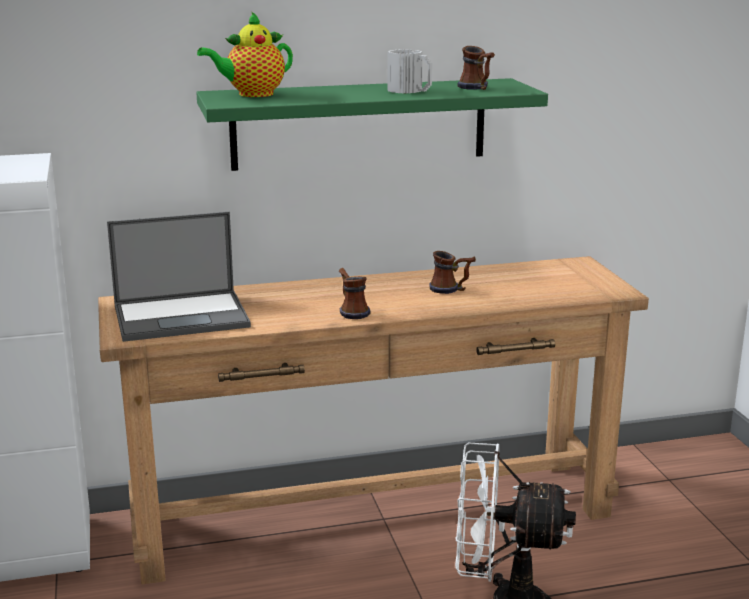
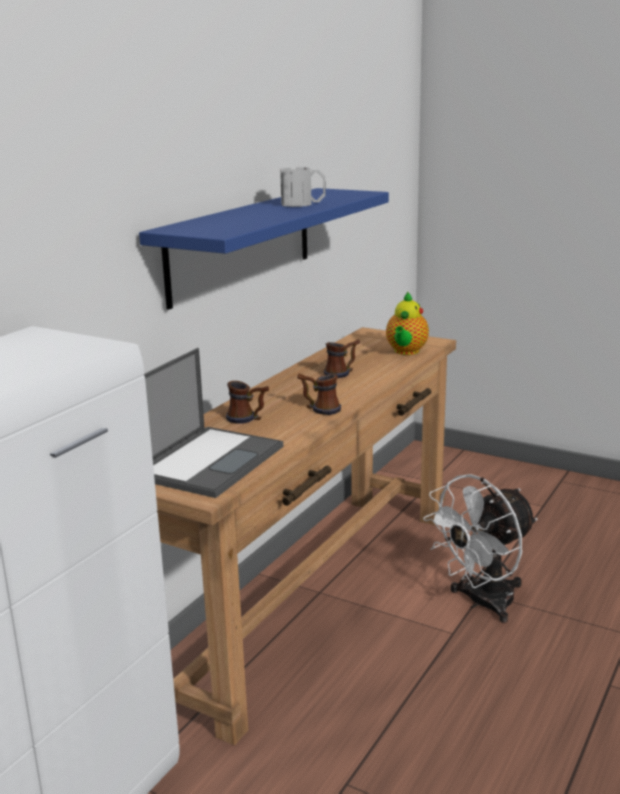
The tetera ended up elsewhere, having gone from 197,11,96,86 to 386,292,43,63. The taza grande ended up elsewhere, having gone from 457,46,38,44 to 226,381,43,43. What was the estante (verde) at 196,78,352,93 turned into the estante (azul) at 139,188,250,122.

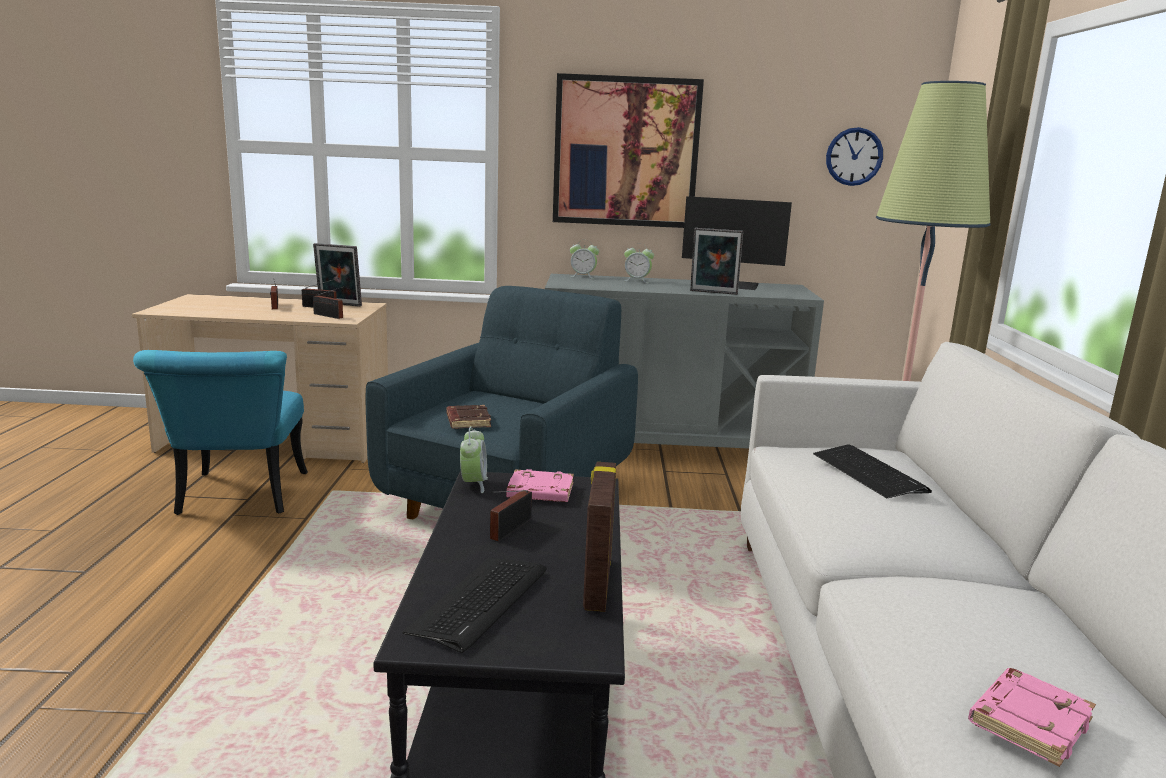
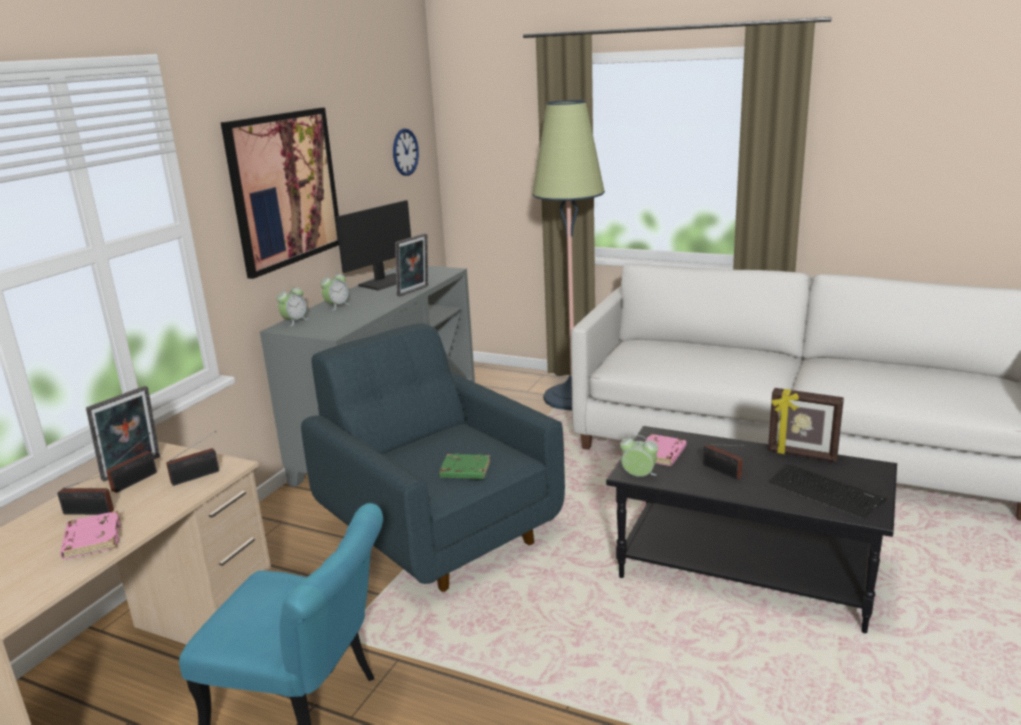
What was the libro (marrón) at 446,405,45,24 turned into the libro (verde) at 439,454,51,25. The second view lost the teclado at 813,444,119,54. The libro (rosa) ended up elsewhere, having gone from 968,668,128,99 to 60,511,61,48.

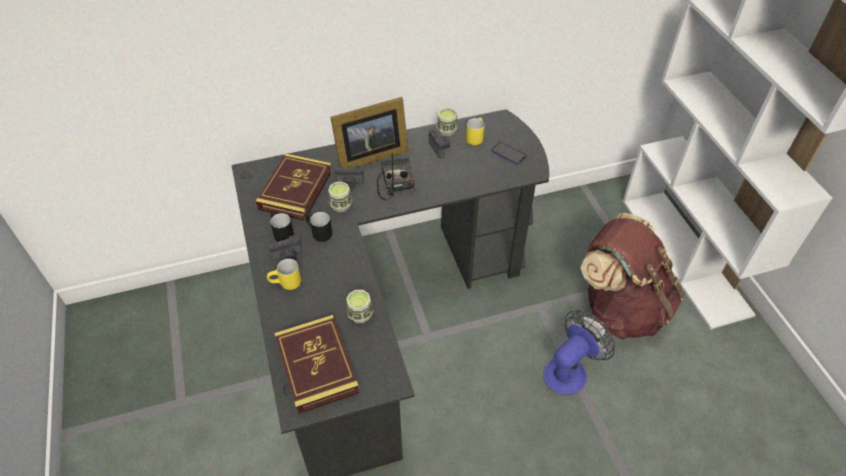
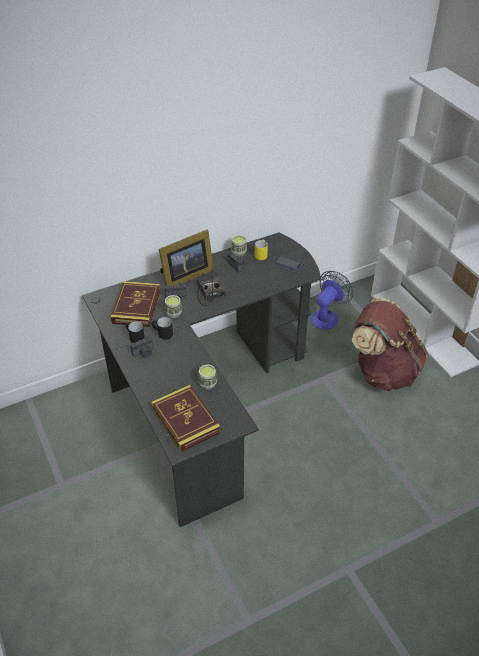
The second view lost the taza grande (amarillo) at 267,259,34,31. The ventilador ended up elsewhere, having gone from 543,310,72,85 to 311,271,42,59.

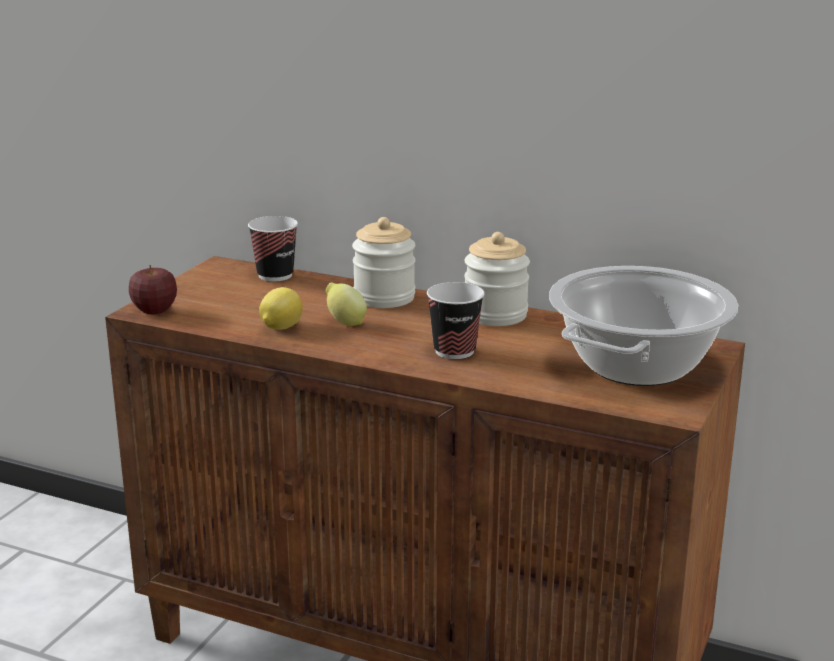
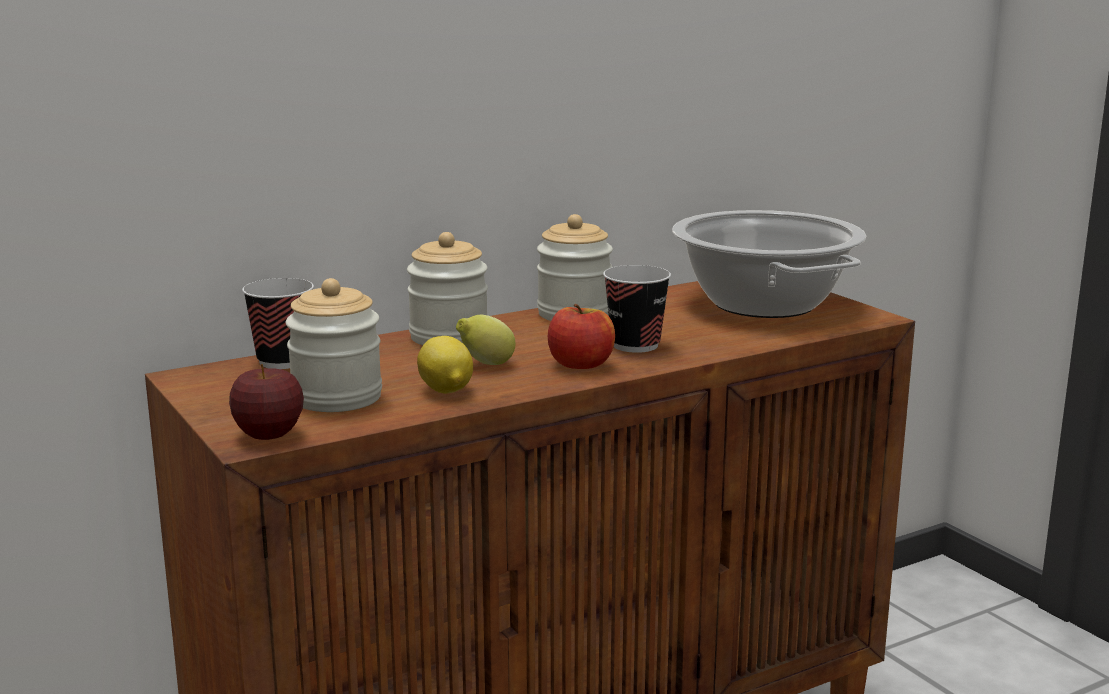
The second view gained the tarro at 286,278,96,134. The second view gained the manzana at 548,304,67,65.

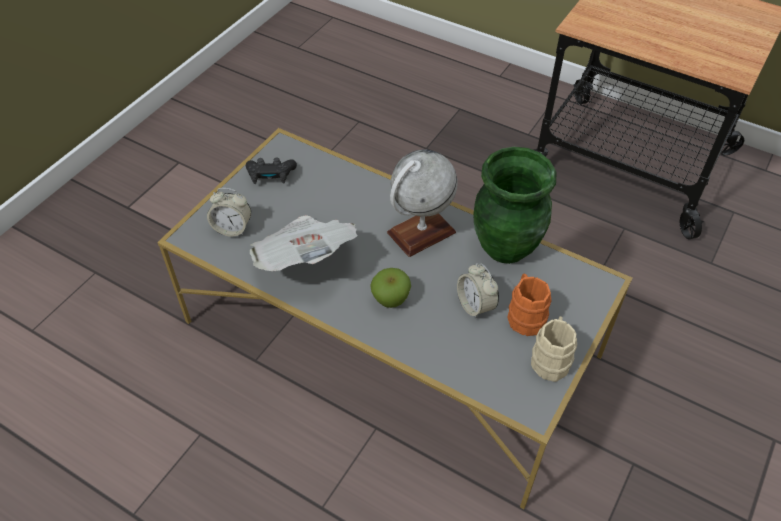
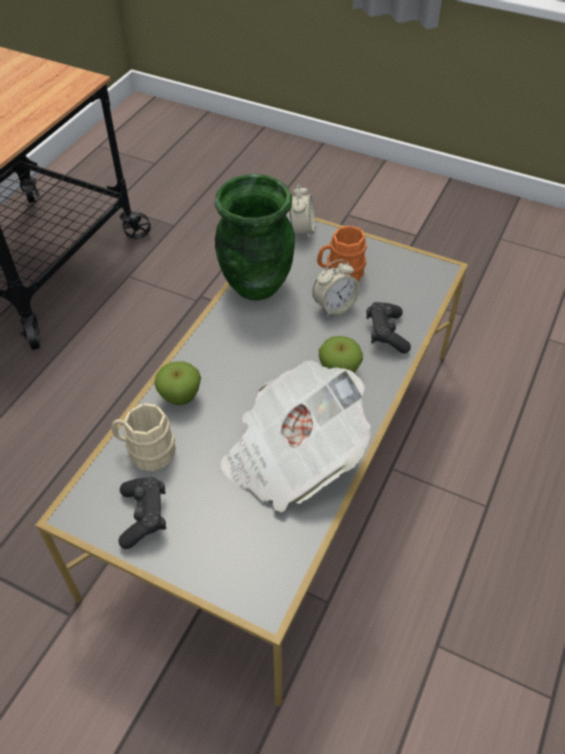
The second view lost the globo terráqueo at 387,150,71,107. The despertador ended up elsewhere, having gone from 207,188,44,49 to 290,184,25,55. The taza grande (beis) ended up elsewhere, having gone from 531,316,46,66 to 112,403,64,68. The second view gained the mando de consola (negro) at 366,302,45,52. The second view gained the manzana at 154,361,47,44.

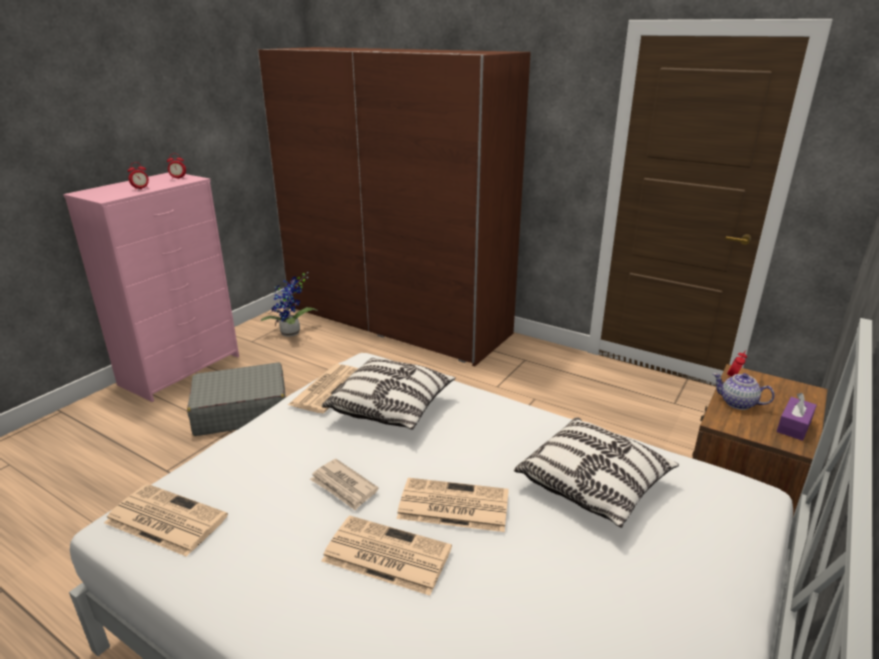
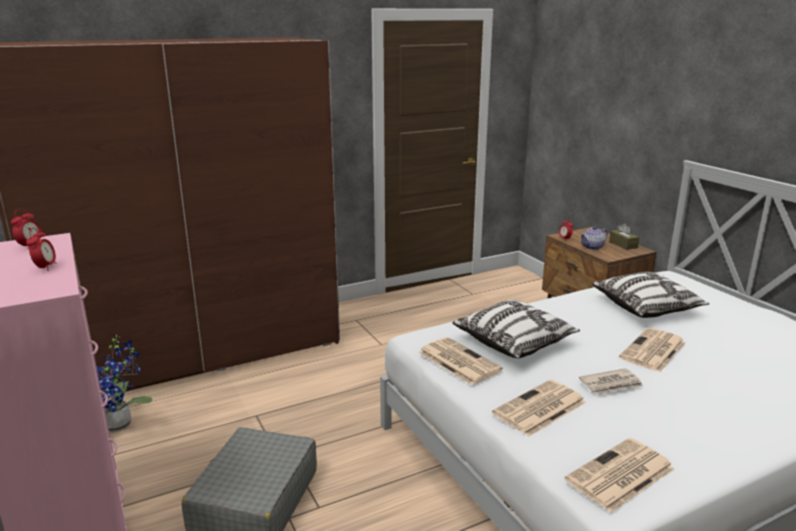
What was the caja de pañuelos (morado) at 776,393,41,48 turned into the caja de pañuelos (marrón) at 609,223,30,27. The periódico ended up elsewhere, having gone from 321,516,131,80 to 492,380,94,56.

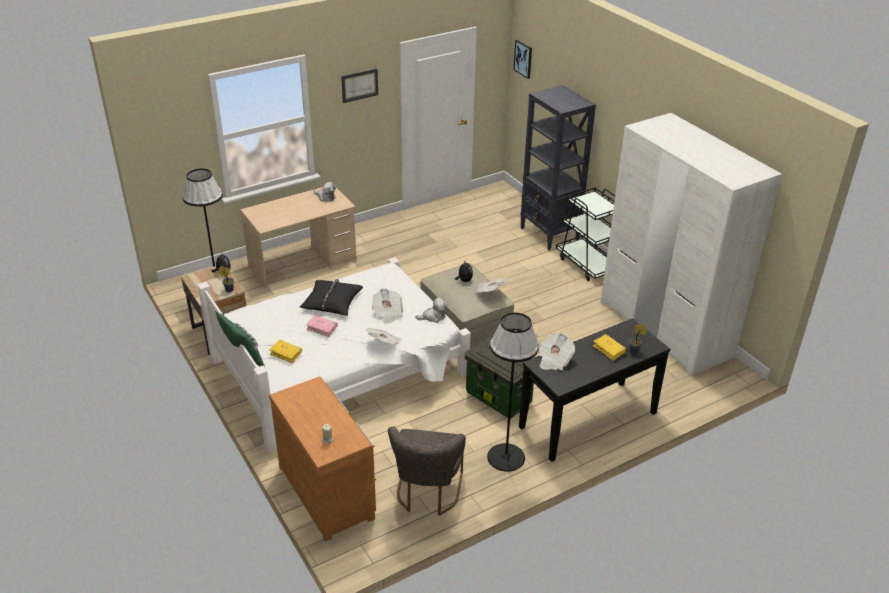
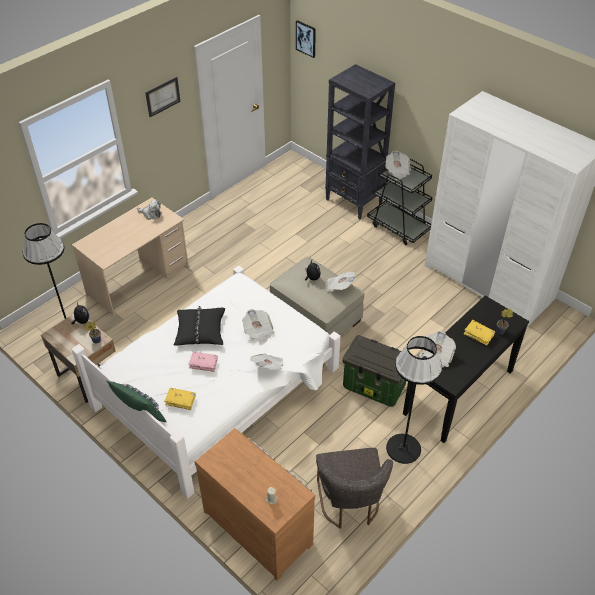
The second view lost the peluche at 415,297,32,26. The second view gained the periódico at 385,151,25,29.

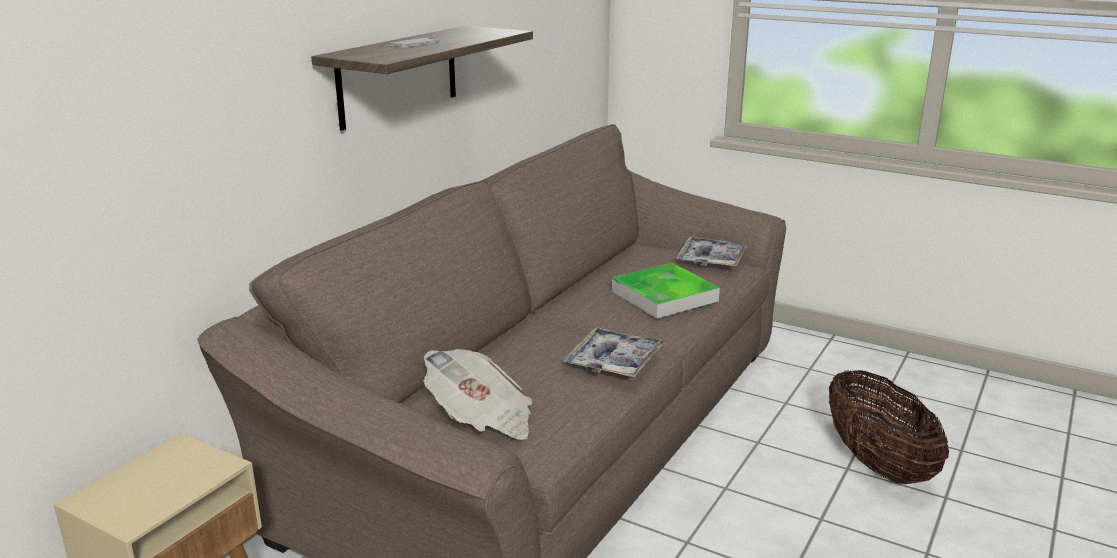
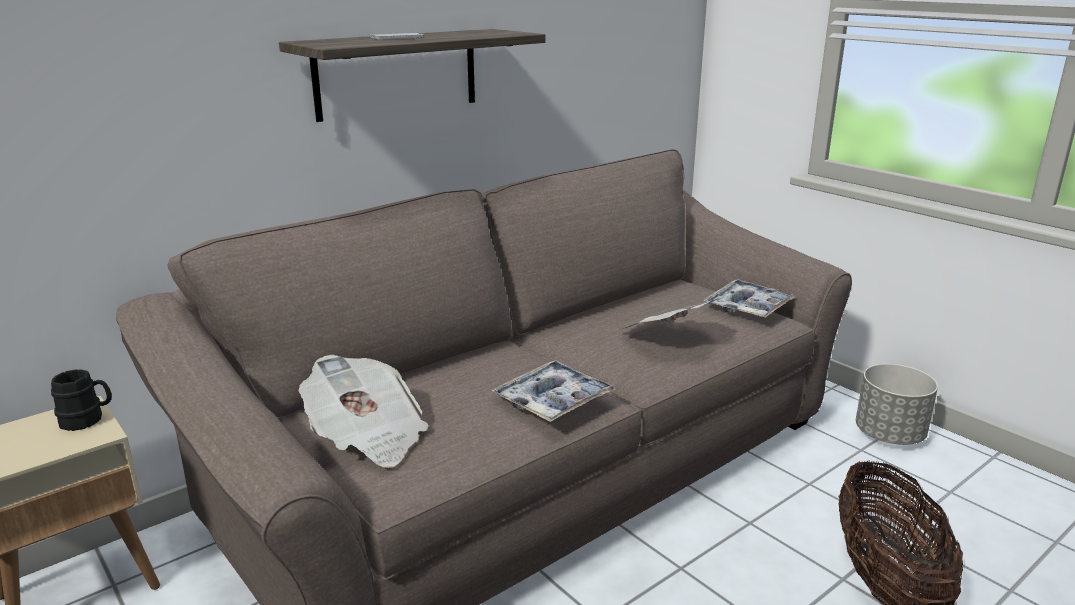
Where the bandeja stood at 612,263,108,56, the periódico came to stand at 619,299,99,31. The second view gained the maceta (gris) at 856,364,82,81. The second view gained the taza grande (negro) at 51,369,61,62.

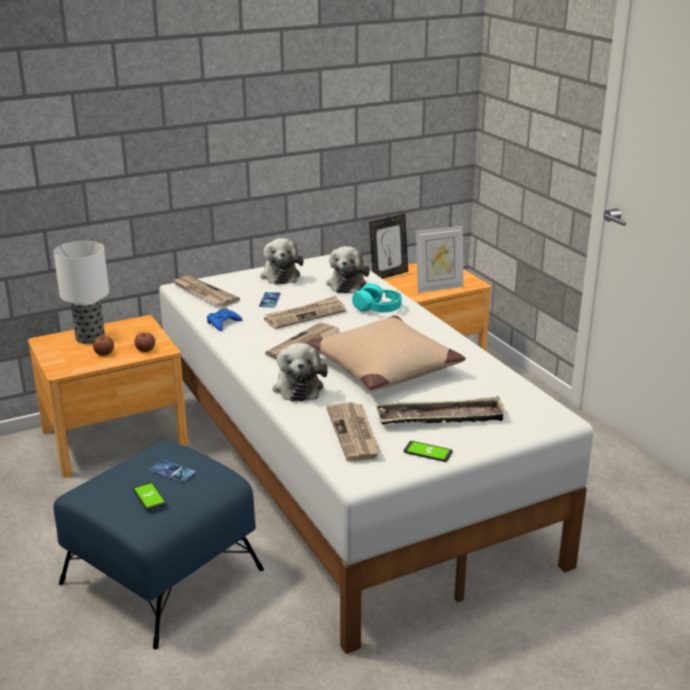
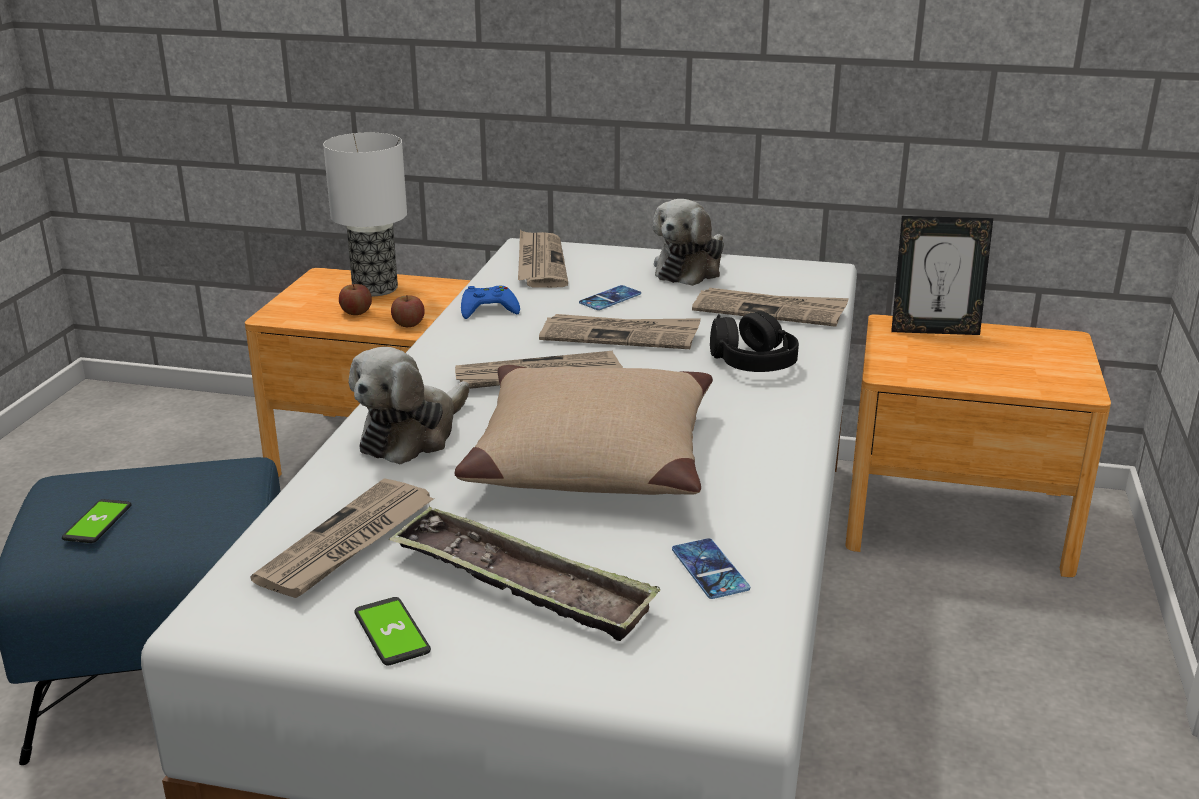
The second view lost the portarretratos at 416,226,48,67. Where the peluche stood at 326,246,44,47, the periódico came to stand at 692,288,157,39. What was the auriculares (turquesa) at 352,283,50,30 turned into the auriculares (negro) at 710,311,89,61. The móvil ended up elsewhere, having gone from 150,460,45,22 to 672,538,78,61.

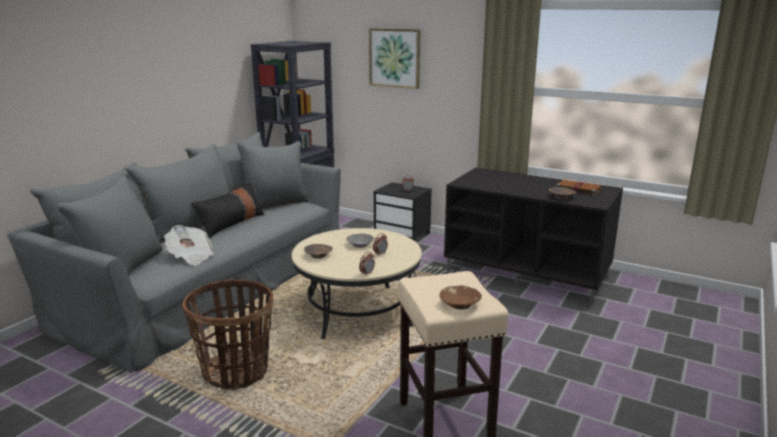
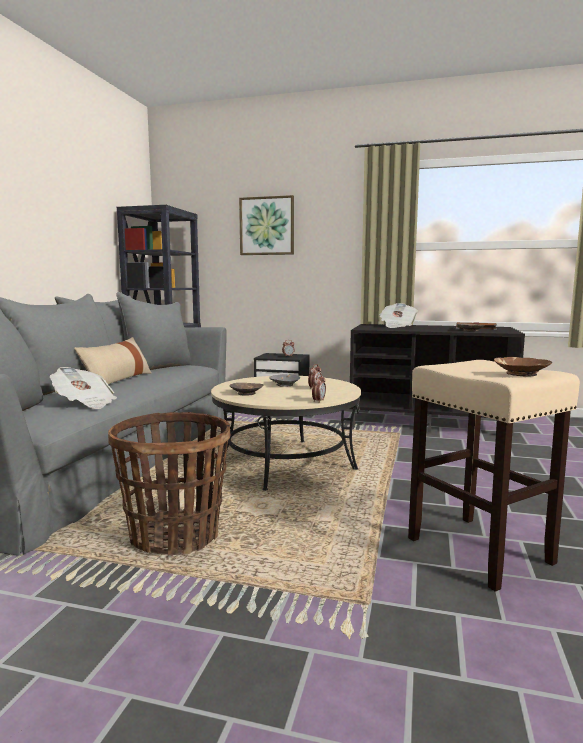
What was the cojín (negro) at 191,182,74,56 turned into the cojín (beis) at 74,337,78,47. The second view gained the periódico at 379,303,39,25.

